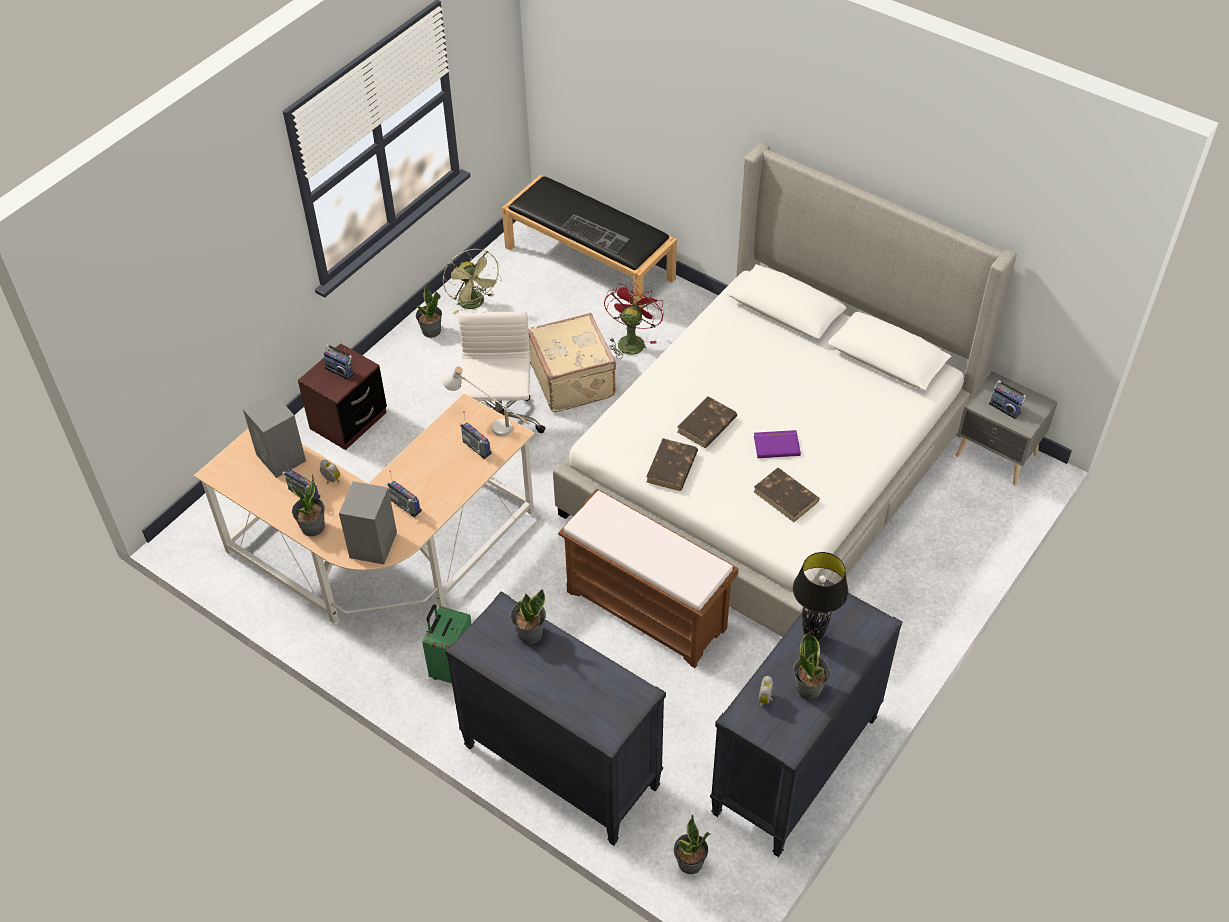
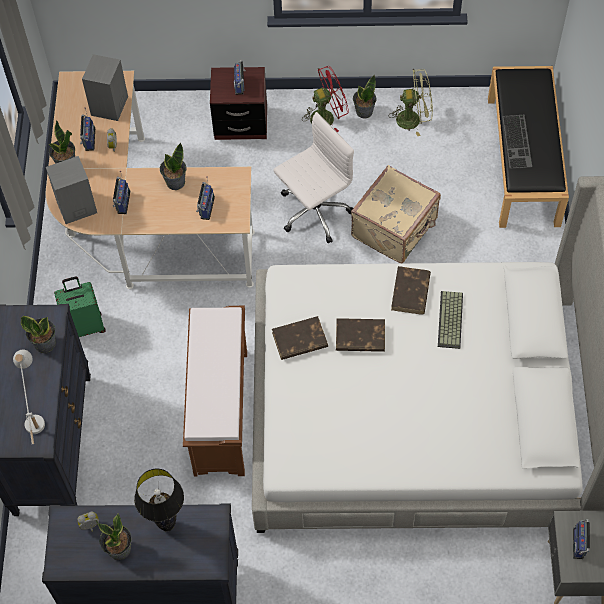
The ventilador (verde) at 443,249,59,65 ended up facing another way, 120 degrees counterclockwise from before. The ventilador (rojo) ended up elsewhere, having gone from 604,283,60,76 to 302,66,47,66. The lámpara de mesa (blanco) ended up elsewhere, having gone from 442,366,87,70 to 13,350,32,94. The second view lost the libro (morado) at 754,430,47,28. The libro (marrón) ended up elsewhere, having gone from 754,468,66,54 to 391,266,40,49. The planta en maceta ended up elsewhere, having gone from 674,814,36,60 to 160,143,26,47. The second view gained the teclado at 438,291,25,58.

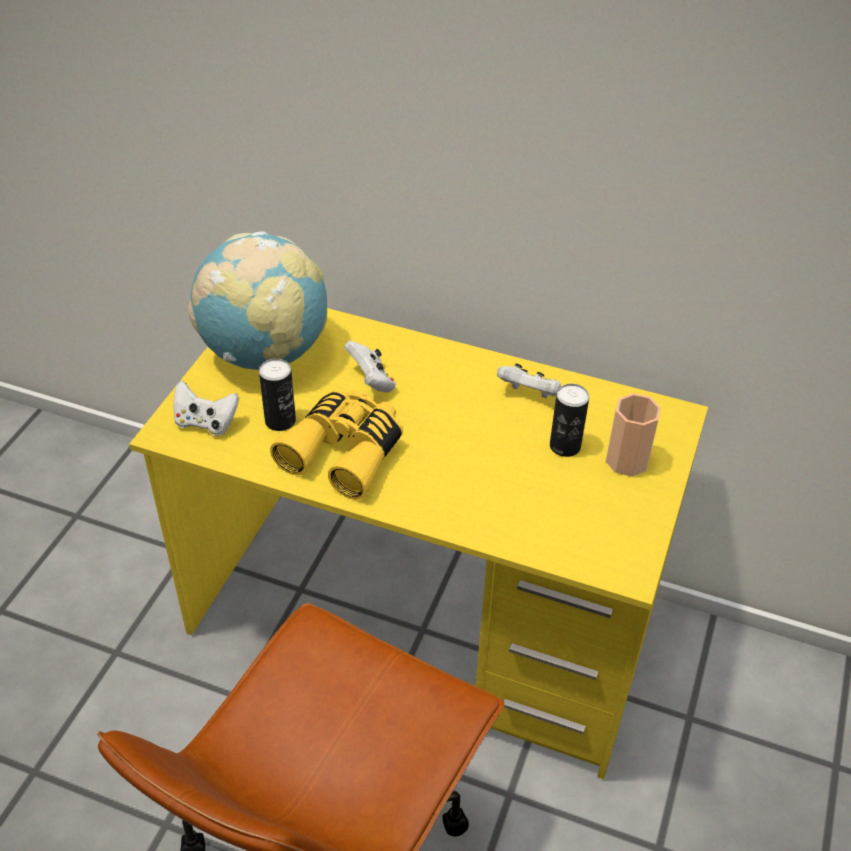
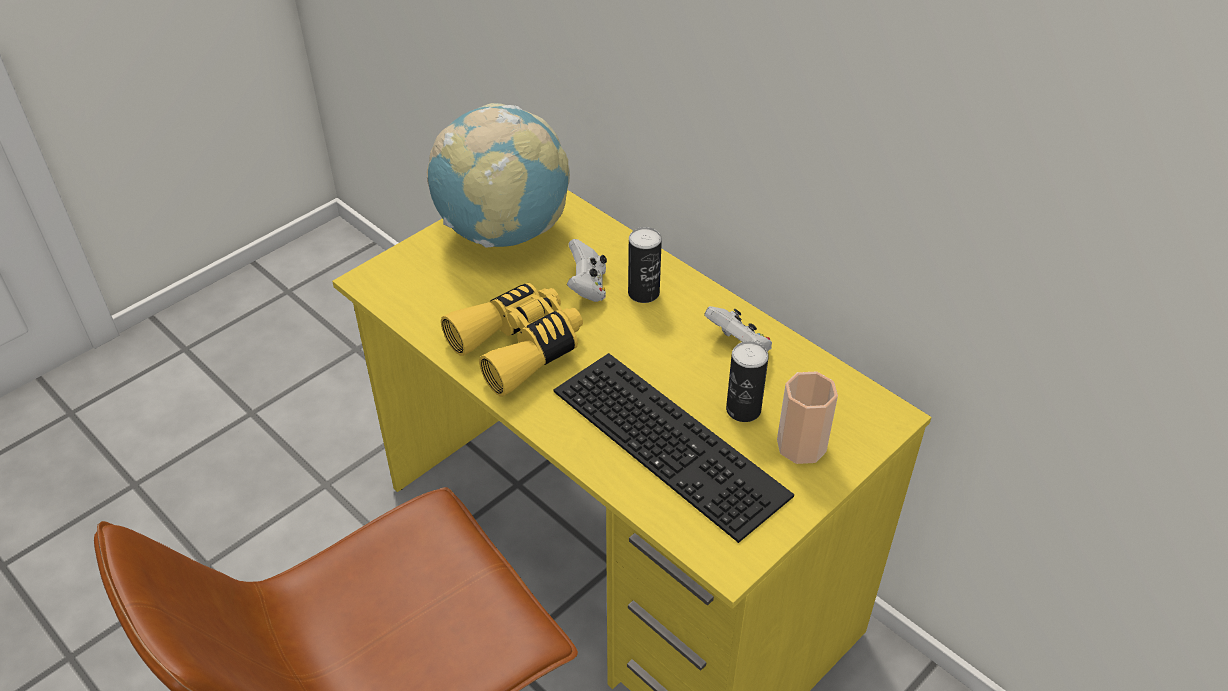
The lata ended up elsewhere, having gone from 259,358,37,73 to 628,227,34,76. The second view lost the mando de consola (blanco) at 173,381,66,55. The second view gained the teclado at 554,353,240,190.

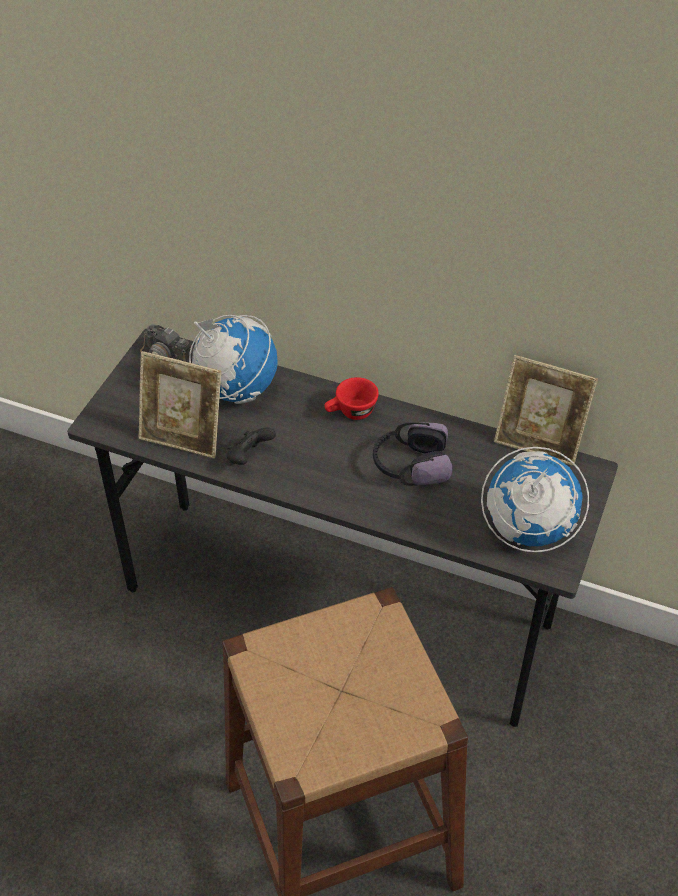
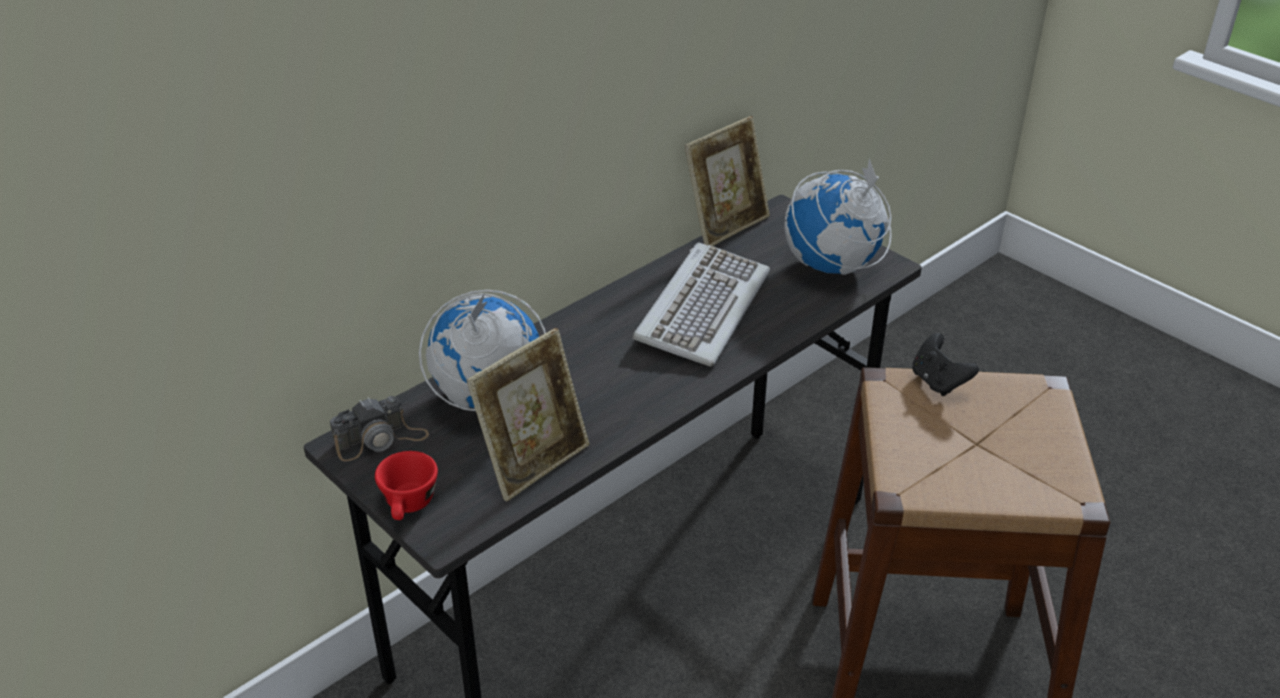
The taza (rojo) ended up elsewhere, having gone from 324,377,55,43 to 375,451,63,69. Where the auriculares stood at 373,422,79,64, the teclado came to stand at 632,242,138,125. The mando de consola (negro) ended up elsewhere, having gone from 227,428,49,37 to 912,333,67,63.

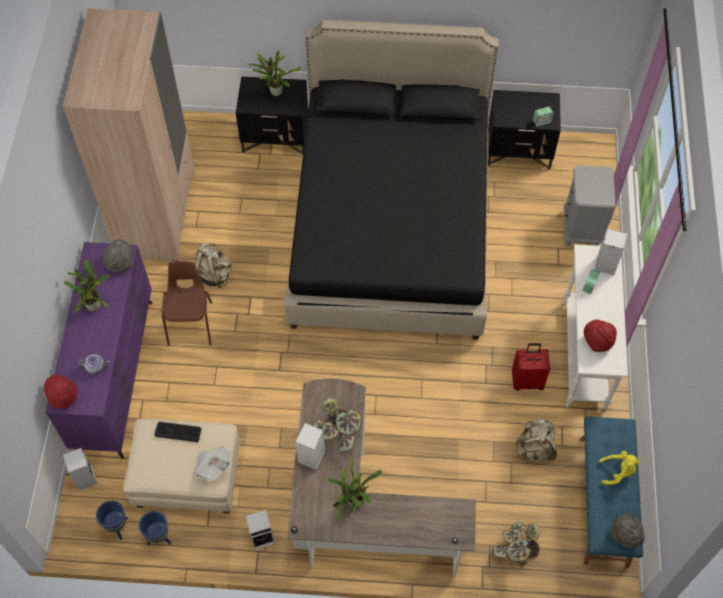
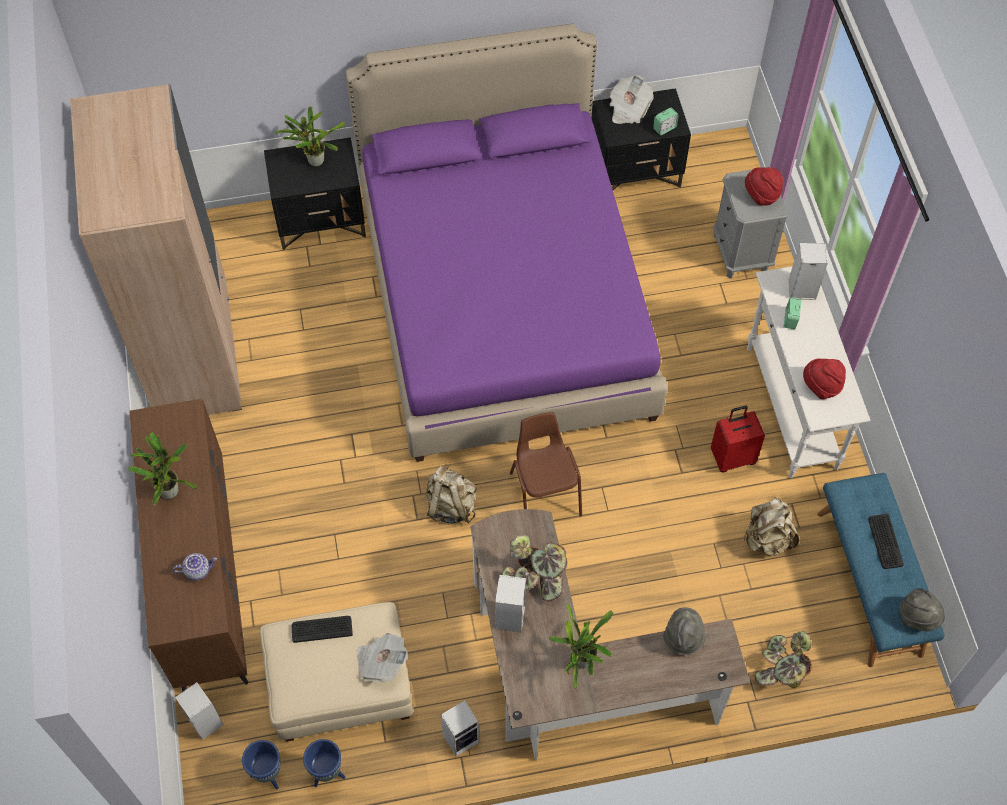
What was the cama (negro) at 284,19,215,321 turned into the cama (morado) at 346,24,322,438. The sombrero (gris) ended up elsewhere, having gone from 103,239,29,34 to 663,608,43,47. What was the cómoda (morado) at 45,242,108,217 turned into the cómoda (marrón) at 129,399,119,293. The mochila (beis) ended up elsewhere, having gone from 195,242,36,46 to 425,464,52,59. The silla (marrón) ended up elsewhere, having gone from 162,261,50,85 to 510,412,72,105. The sombrero (rojo) ended up elsewhere, having gone from 44,375,33,34 to 745,167,38,38. Where the peluche (amarillo) stood at 599,451,41,34, the teclado came to stand at 868,513,36,56. The second view gained the periódico at 610,75,44,49.

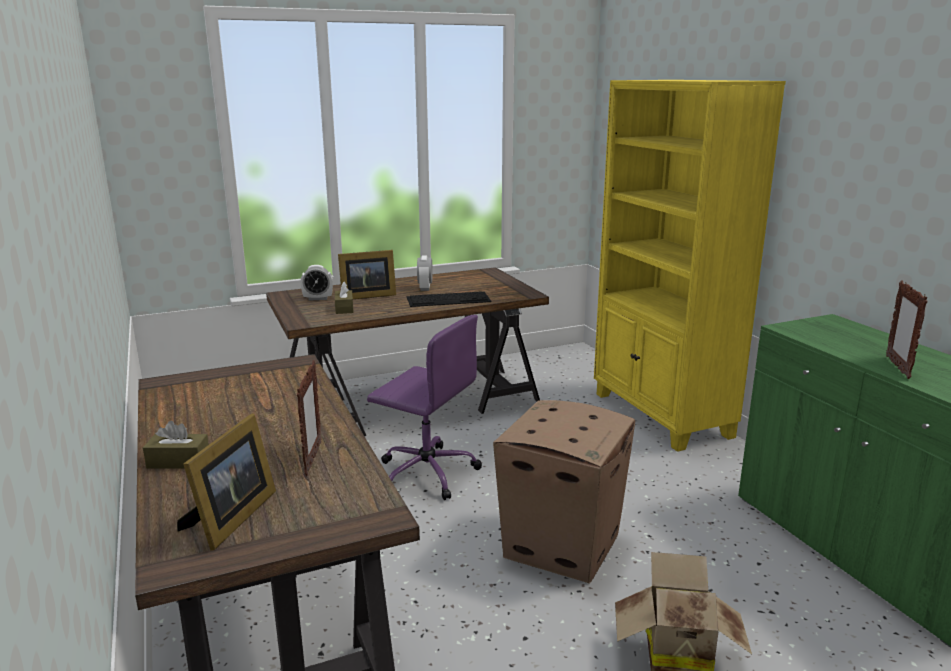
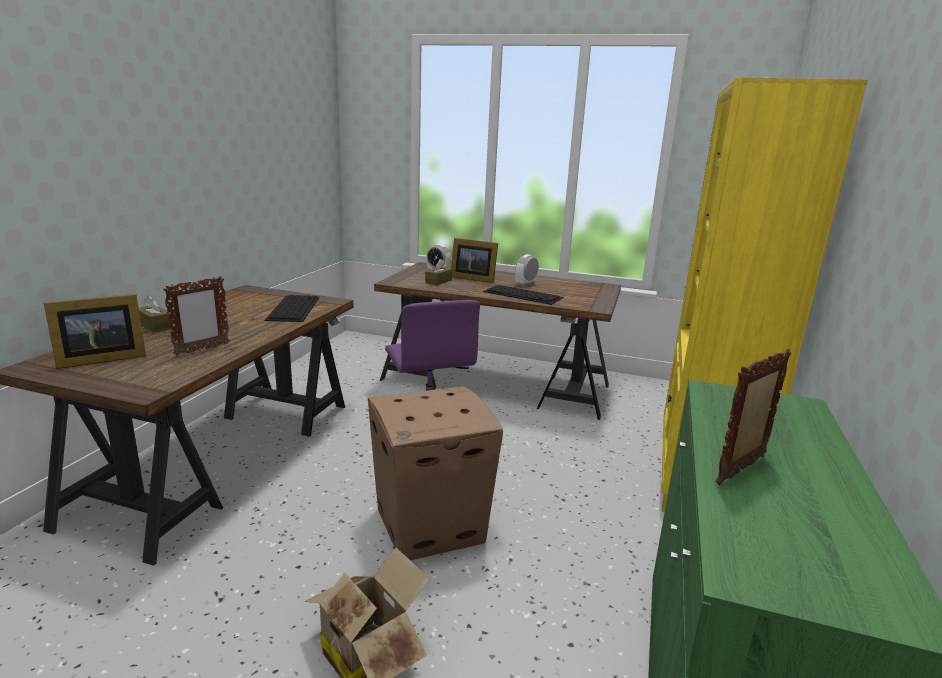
The second view gained the teclado at 264,295,56,27.

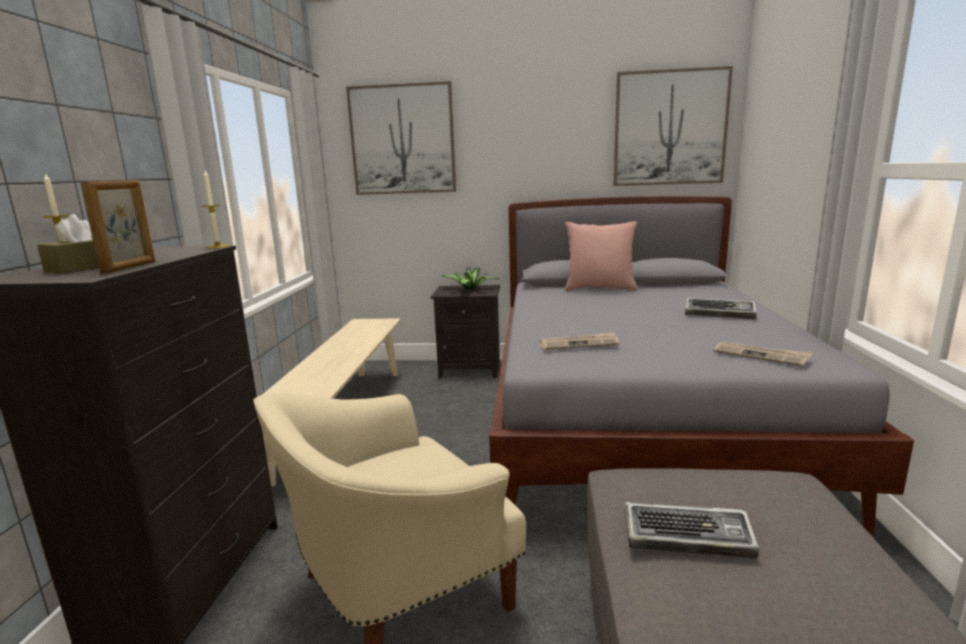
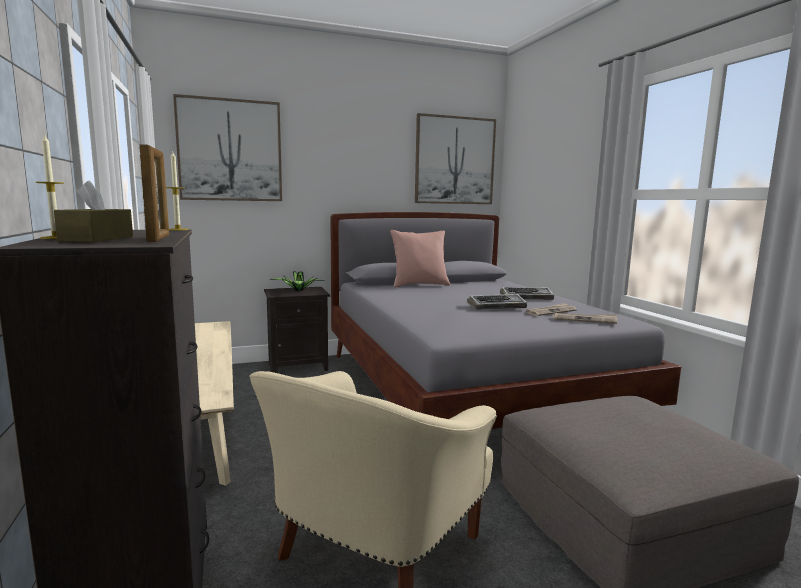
The periódico ended up elsewhere, having gone from 540,332,79,18 to 525,303,52,13. The teclado ended up elsewhere, having gone from 625,502,134,56 to 467,294,60,16.

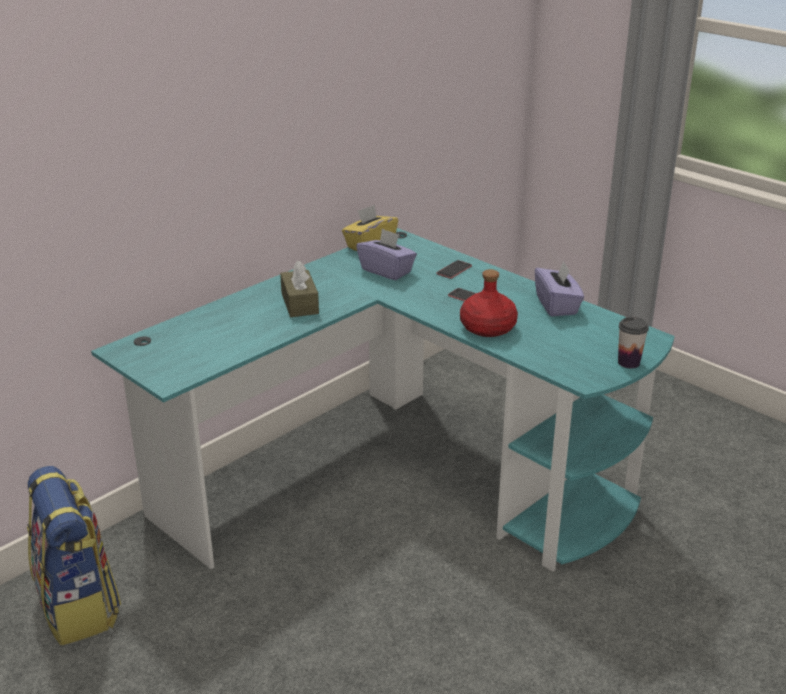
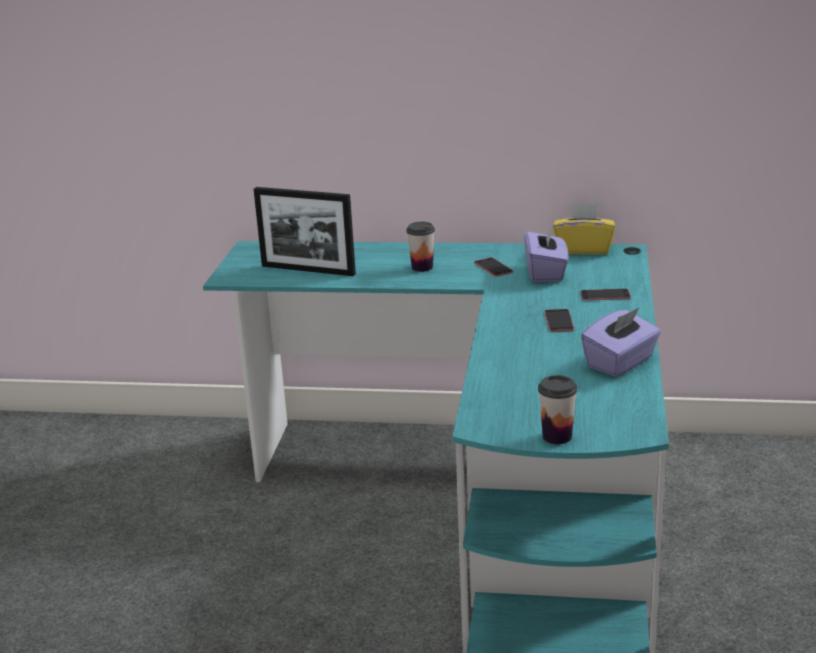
Where the caja de pañuelos (marrón) stood at 280,261,39,56, the taza came to stand at 406,222,29,50. The second view lost the botella (rojo) at 460,269,58,68. The second view lost the mochila at 27,466,94,180. The second view gained the portarretratos at 254,187,102,89. The second view gained the móvil at 474,257,39,20.

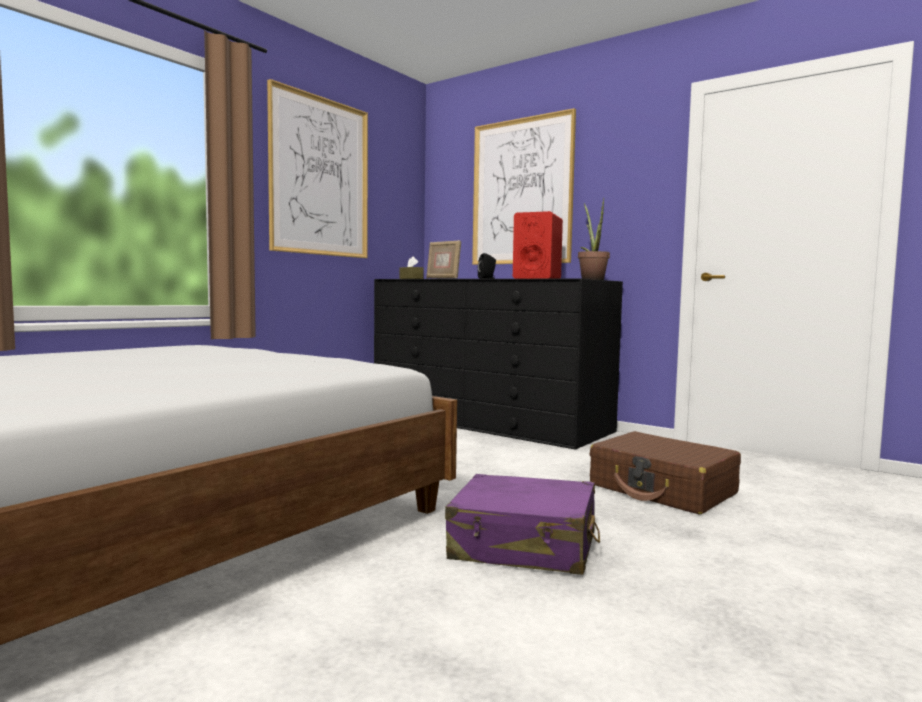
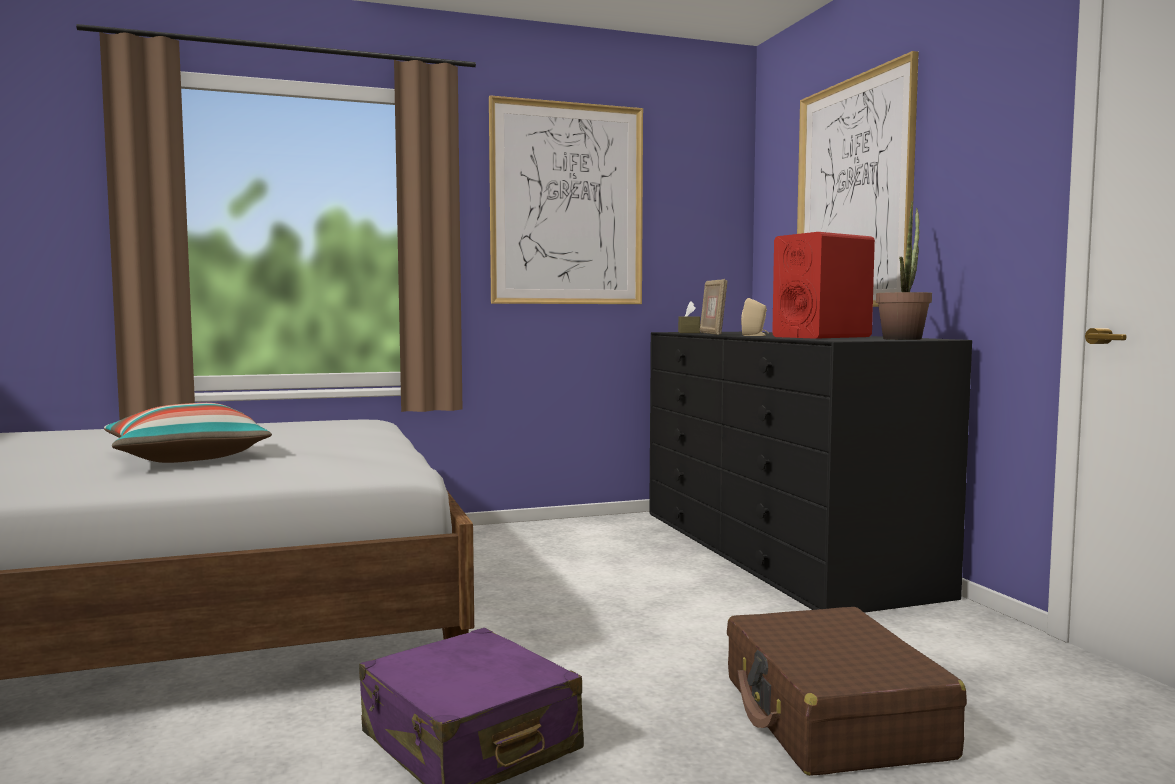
What was the altavoz (negro) at 478,253,18,26 turned into the altavoz (beis) at 741,298,28,38. The second view gained the cojín at 104,403,168,60.

